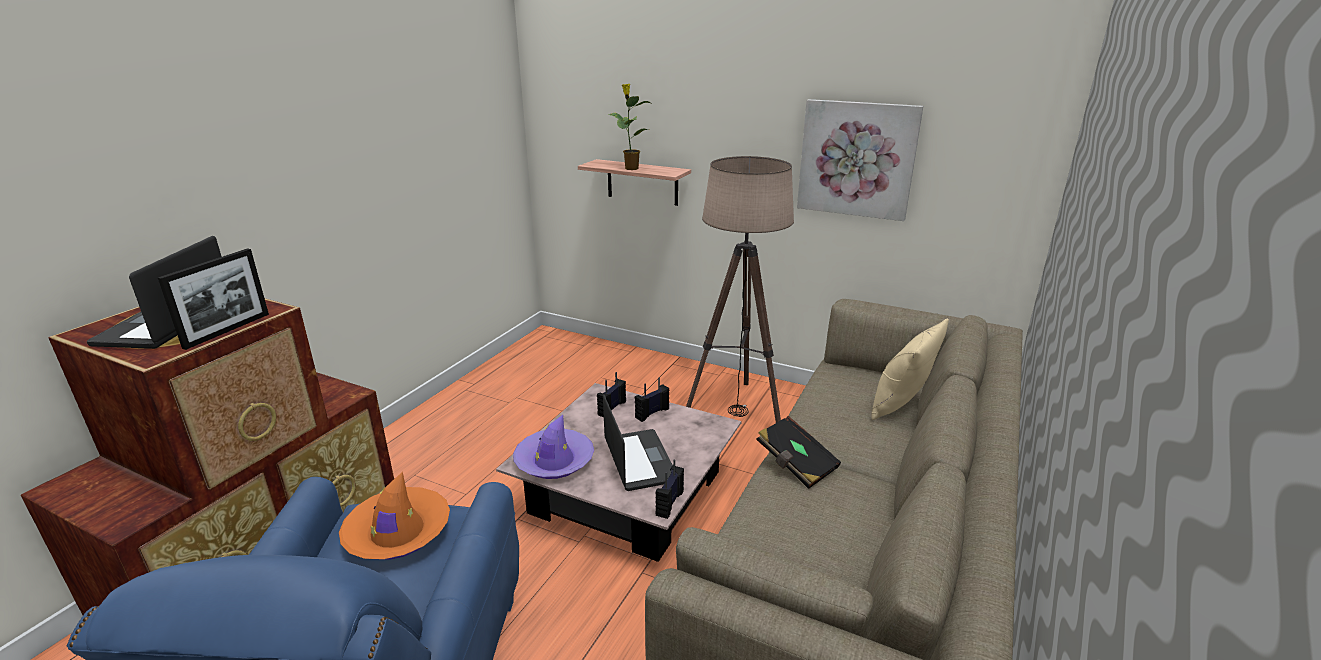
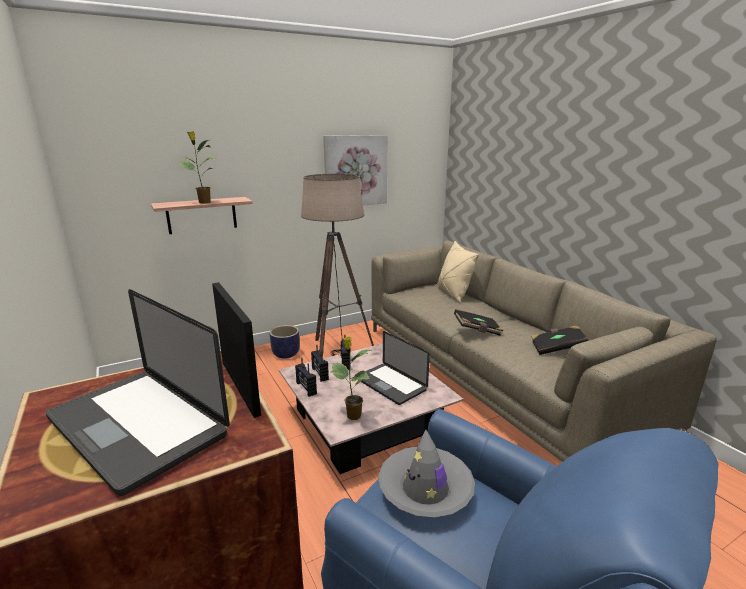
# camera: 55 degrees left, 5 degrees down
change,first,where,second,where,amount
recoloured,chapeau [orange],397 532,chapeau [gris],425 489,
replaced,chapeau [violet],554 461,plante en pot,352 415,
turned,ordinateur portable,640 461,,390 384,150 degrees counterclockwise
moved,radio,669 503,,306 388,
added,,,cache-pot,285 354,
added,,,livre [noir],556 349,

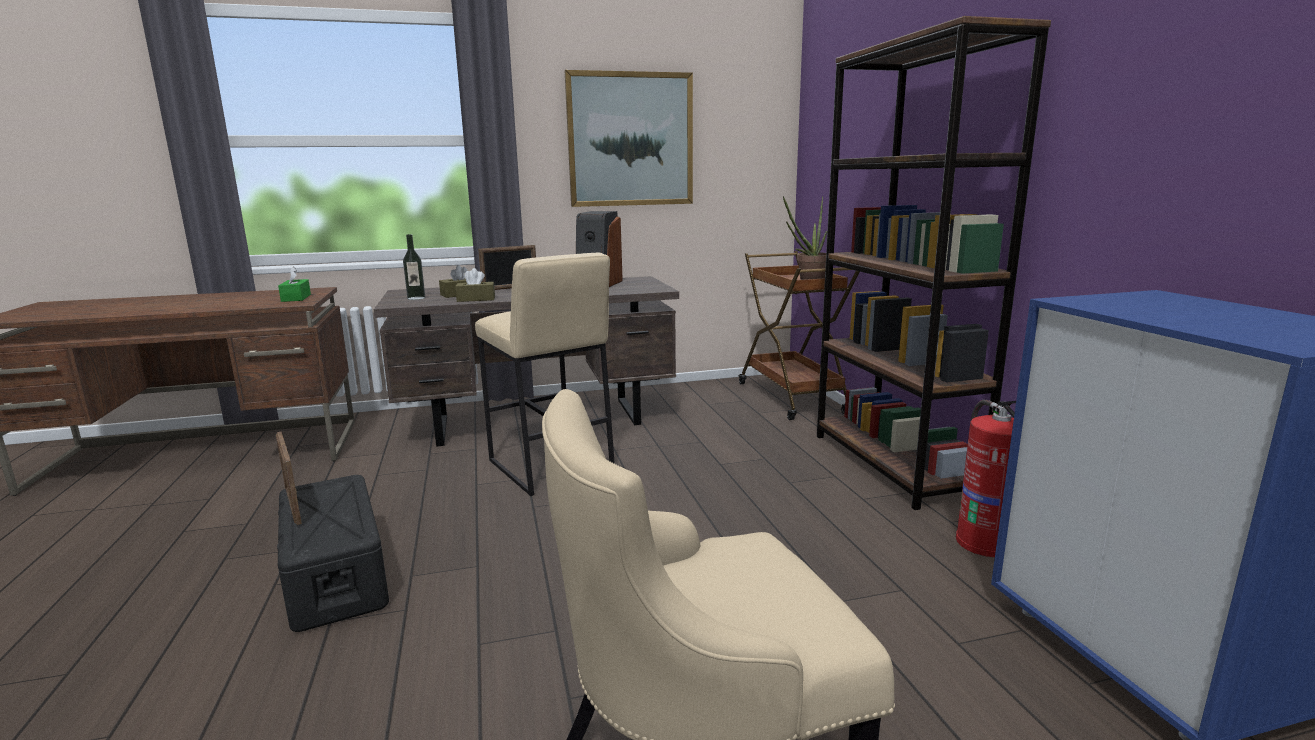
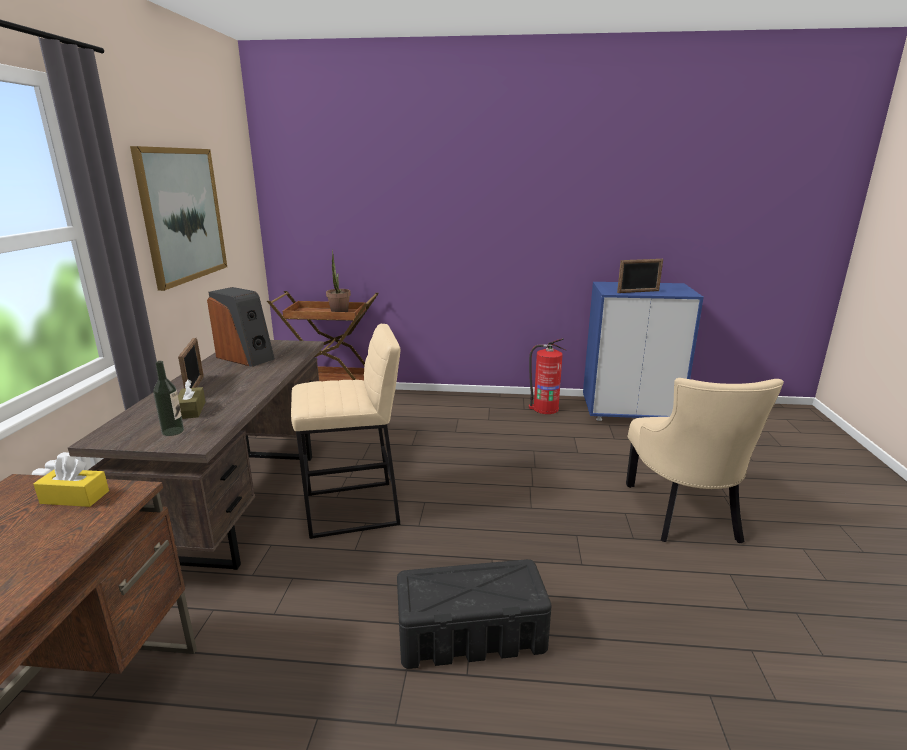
# camera: 70 degrees left, 5 degrees up
change,first,where,second,where,amount
moved,cadre photo,293 506,,638 292,
recoloured,boîte à mouchoirs [vert],296 298,boîte à mouchoirs [jaune],75 497,
removed,boîte à mouchoirs [marron],476 299,,,
removed,bibliothèque [marron],893 464,,,

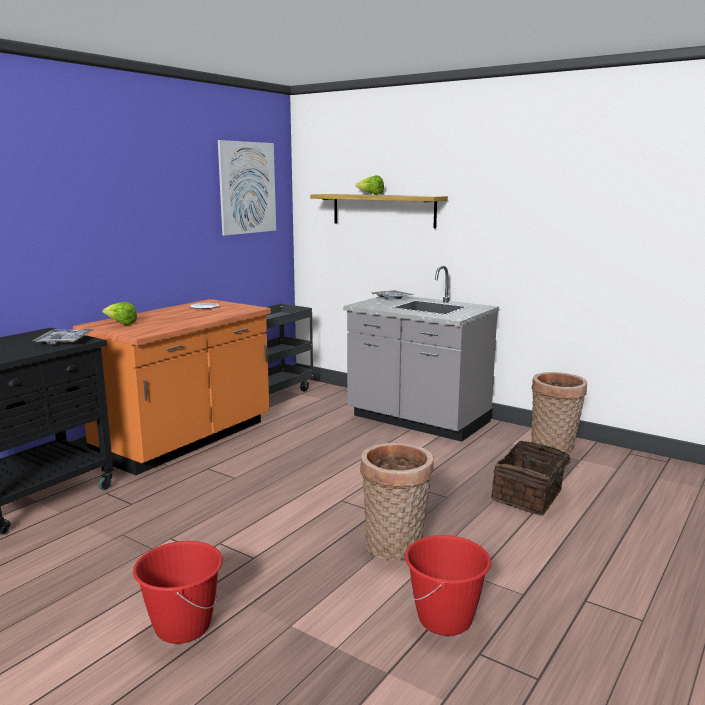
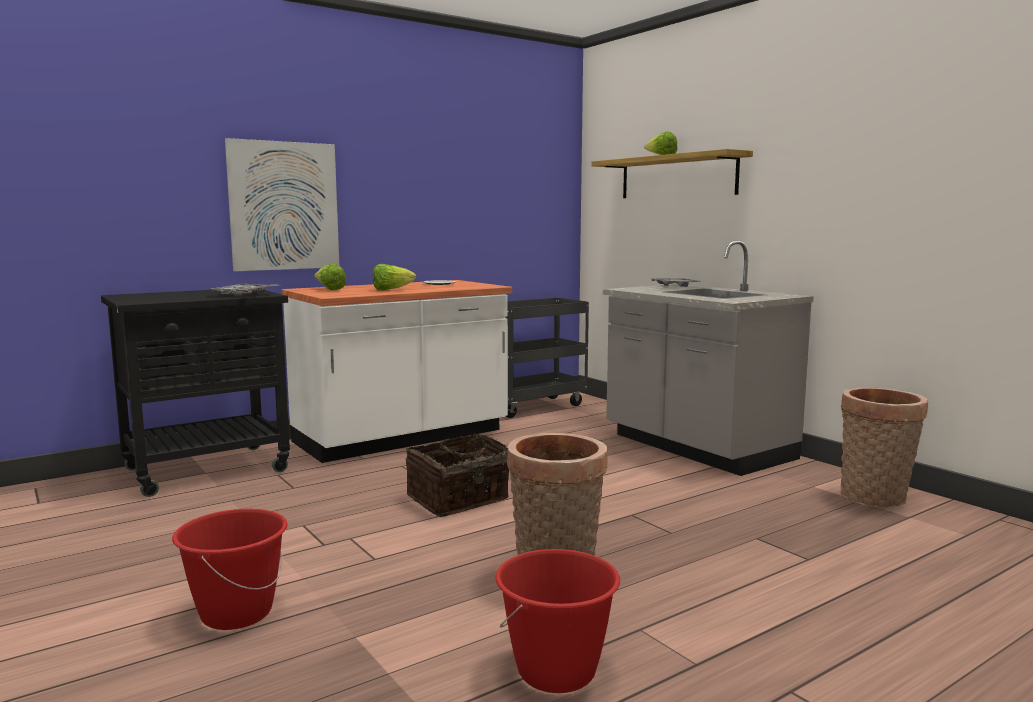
# camera: 20 degrees right, 5 degrees down
change,first,where,second,where,amount
recoloured,comptoir de cuisine [orange],186 440,comptoir de cuisine [blanc],402 437,
moved,tableau,247 188,,284 206,
moved,panier,529 496,,460 499,
added,,,laitue,391 290,

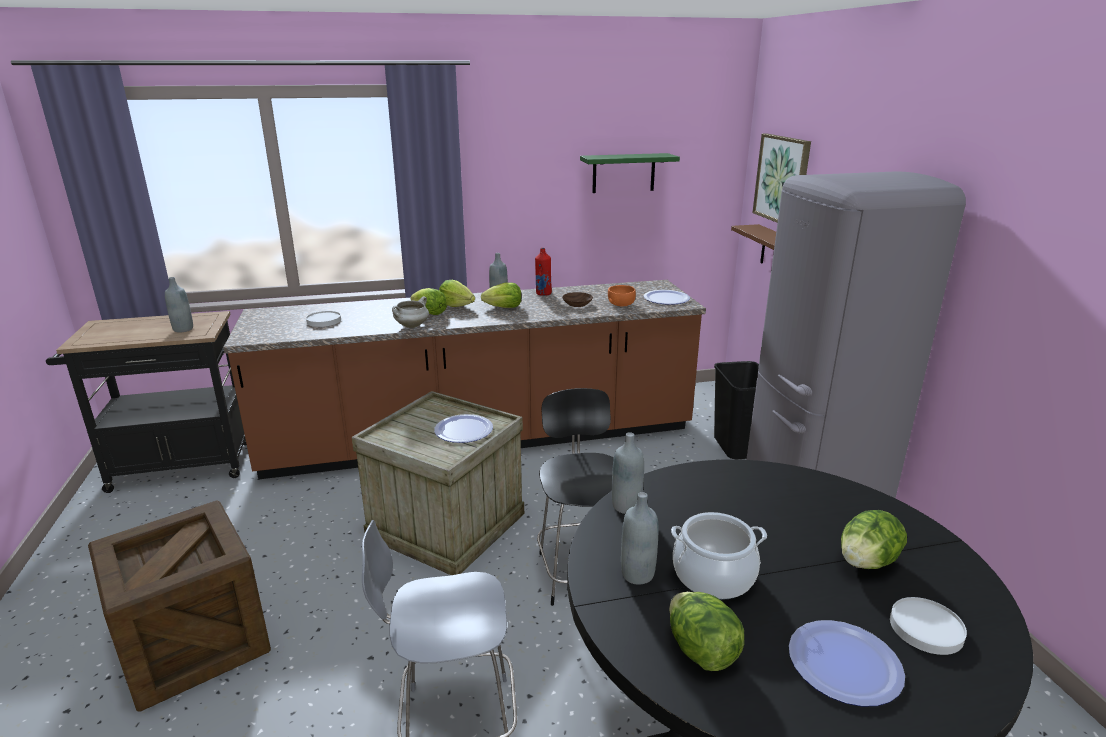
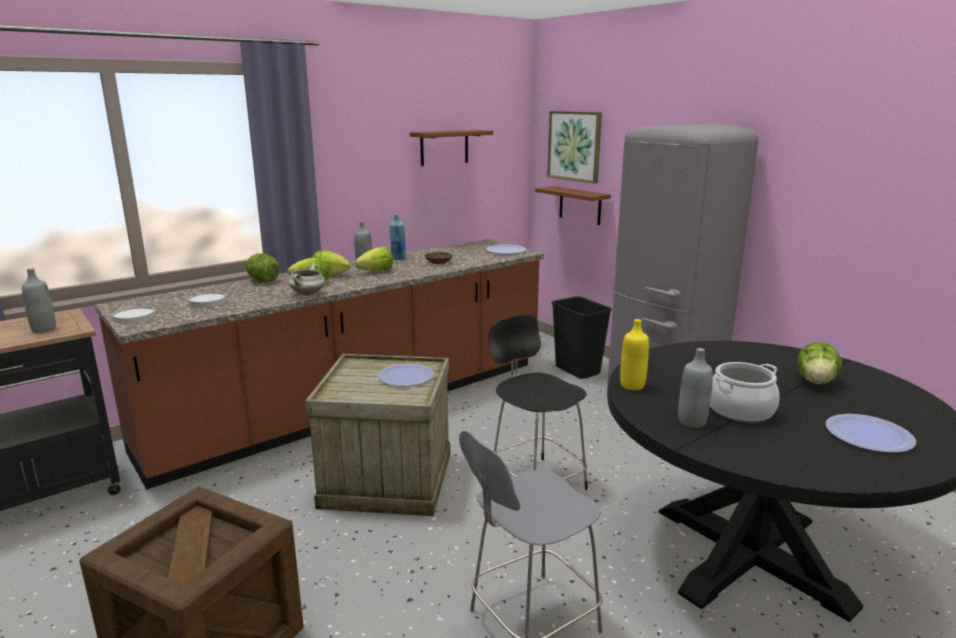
# camera: 25 degrees left, 5 degrees down
change,first,where,second,where,amount
recoloured,bouteille [rouge],543 293,bouteille [bleu],398 258,
recoloured,étagère [vert],623 173,étagère [marron],444 147,
removed,bol [orange],621 304,,,
recoloured,bouteille [gris],626 506,bouteille [jaune],632 385,
moved,laitue,701 651,,263 281,
moved,assiette [blanc],925 628,,134 317,

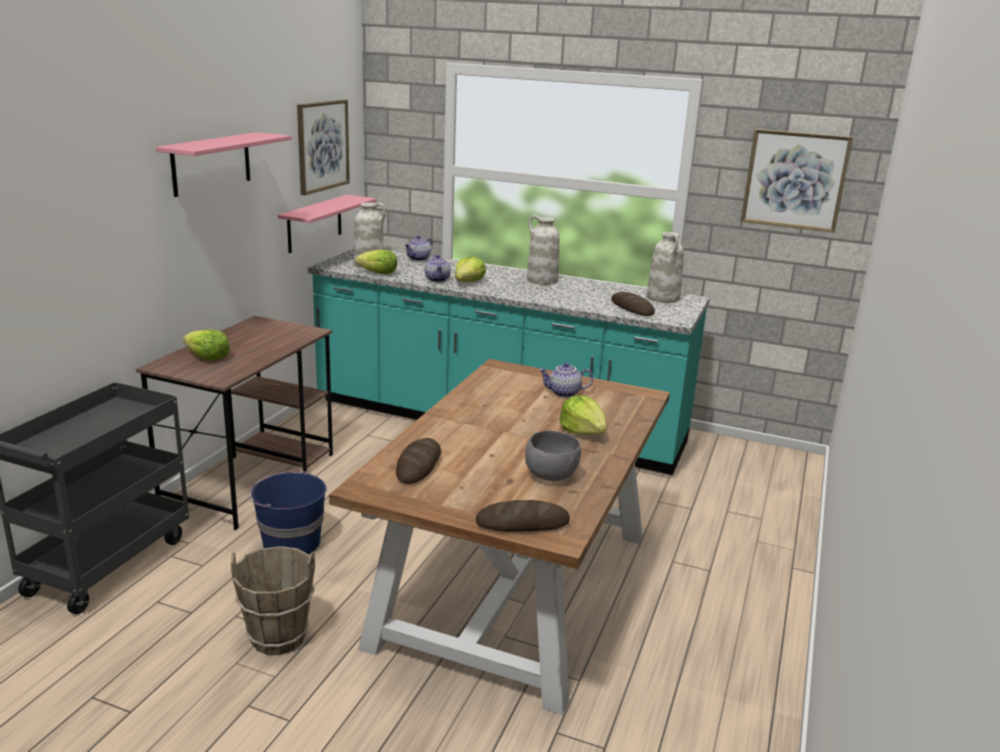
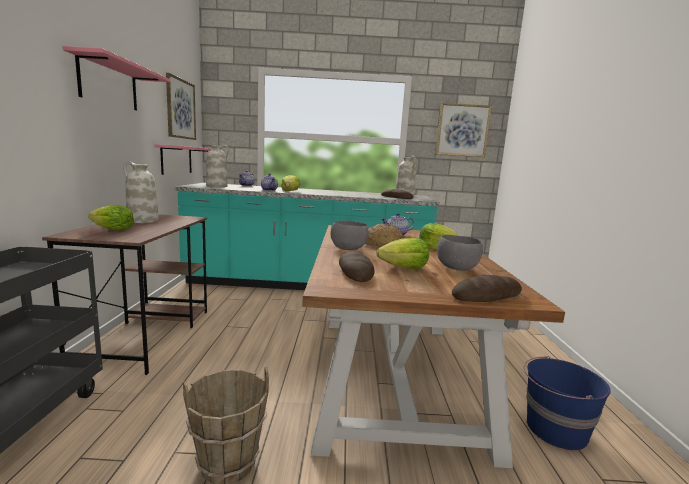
# camera: 20 degrees left, 10 degrees down
change,first,where,second,where,amount
moved,seau [bleu],290 543,,555 430,
moved,laitue,378 273,,404 268,
moved,vase [blanc],541 280,,142 221,
added,,,bol [gris],348 249,
added,,,pain,382 244,

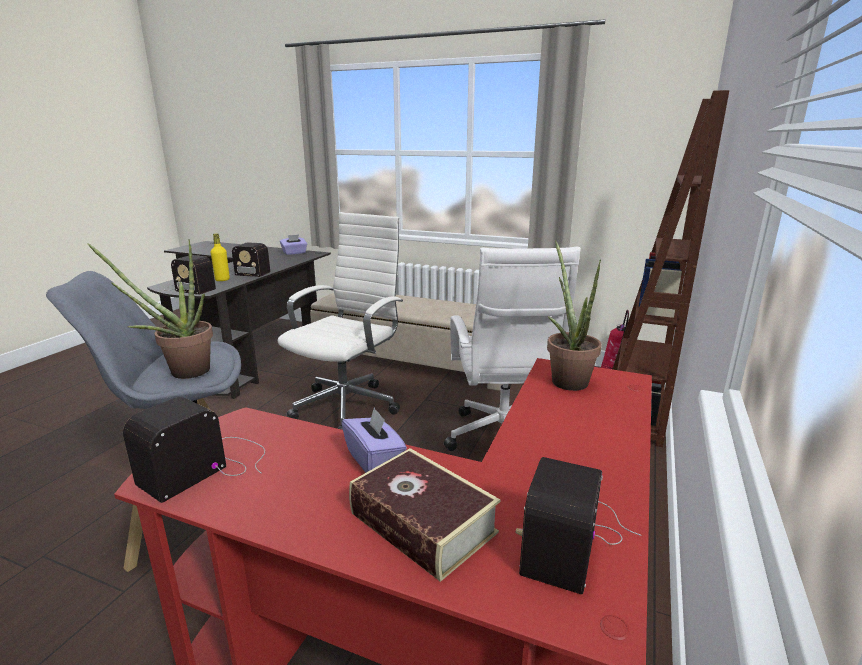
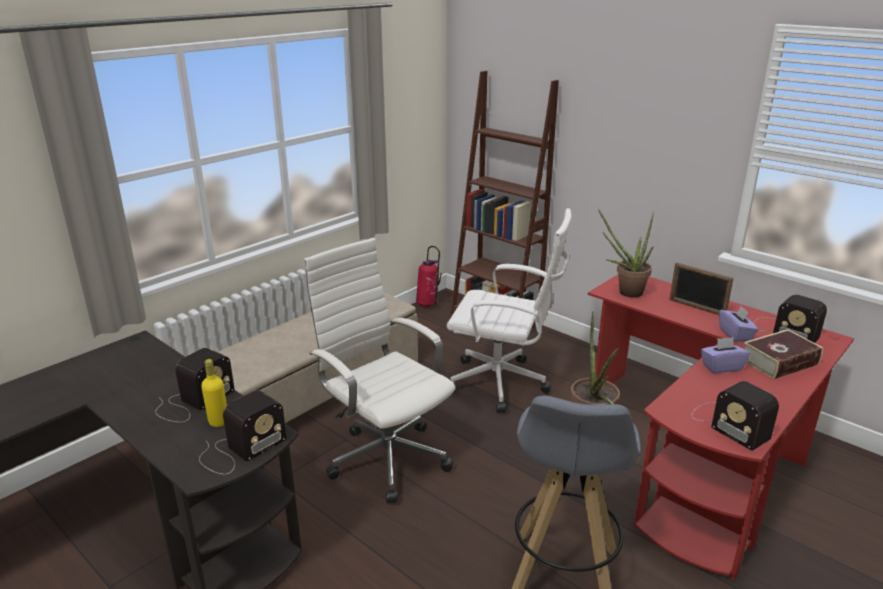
# camera: 70 degrees left, 5 degrees up
change,first,where,second,where,amount
moved,boîte à mouchoirs [violet],294 253,,735 334,
added,,,cadre photo,696 308,

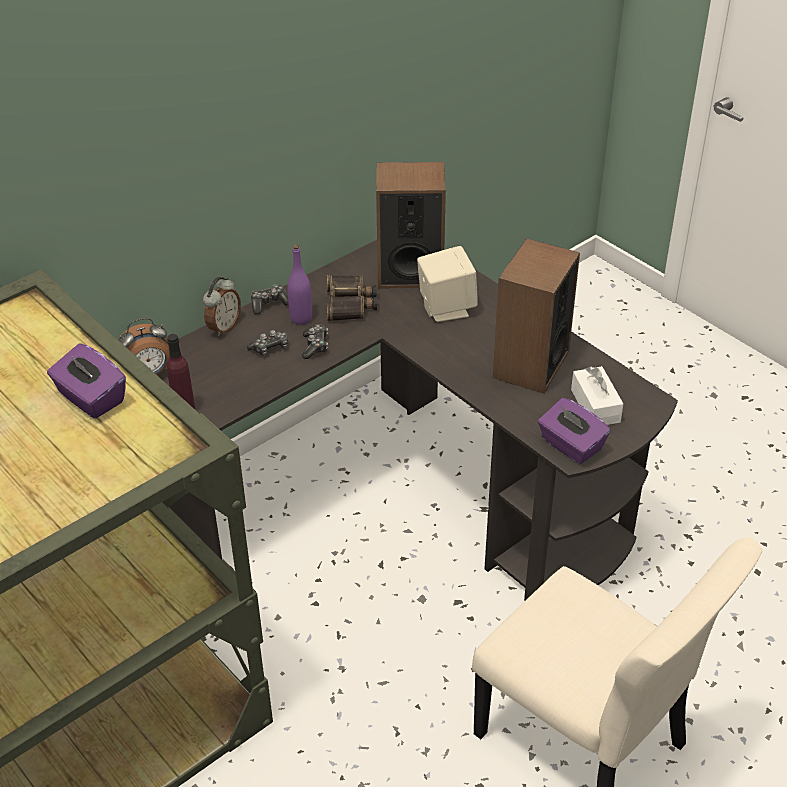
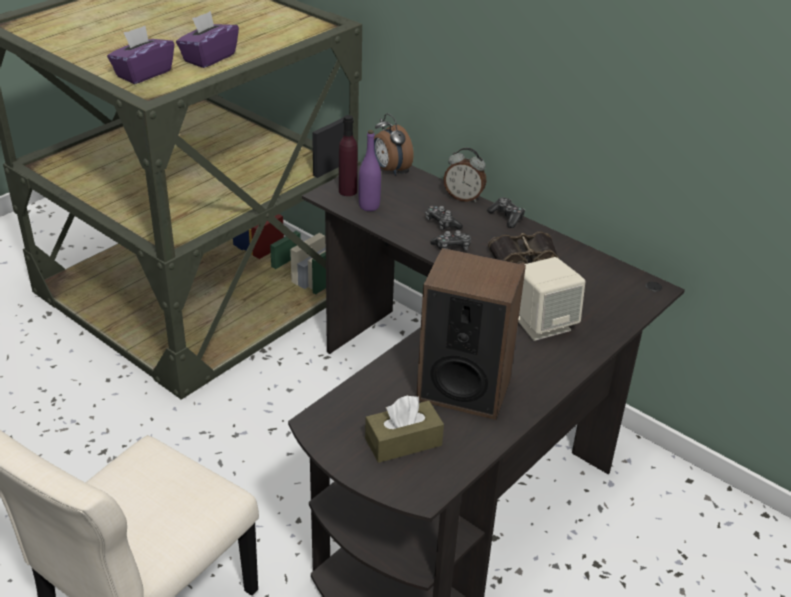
# camera: 80 degrees right, 5 degrees down
change,first,where,second,where,amount
moved,bouteille [violet],301 318,,369 206,
removed,enceinte,410 272,,,
moved,boîte à mouchoirs [violet],570 446,,143 73,
recoloured,boîte à mouchoirs [blanc],595 406,boîte à mouchoirs [marron],403 442,

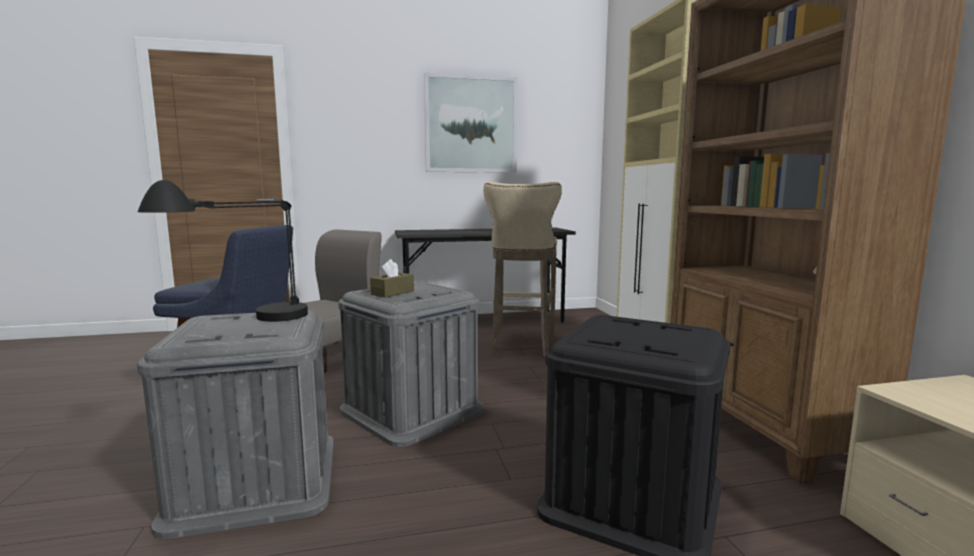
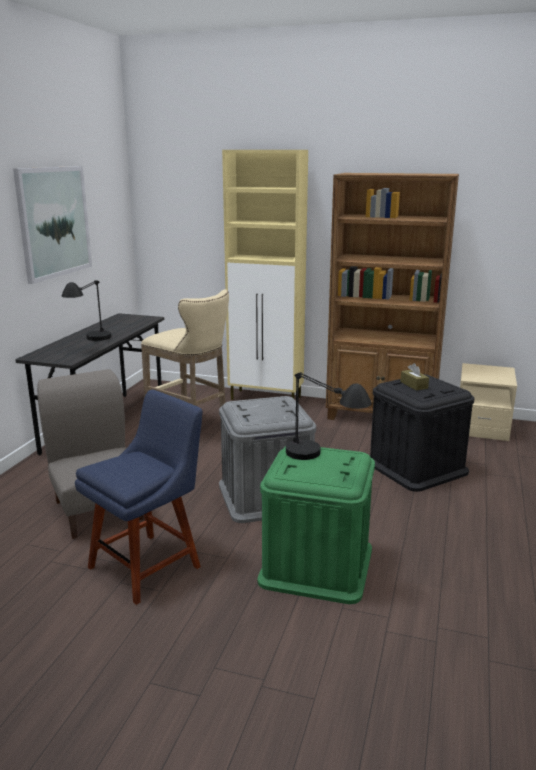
# camera: 60 degrees left, 10 degrees up
change,first,where,second,where,amount
recoloured,boîte de rangement [gris],256 480,boîte de rangement [vert],316 565,
moved,boîte à mouchoirs [marron],392 293,,414 385,
added,,,lampe de table [noir],90 343,

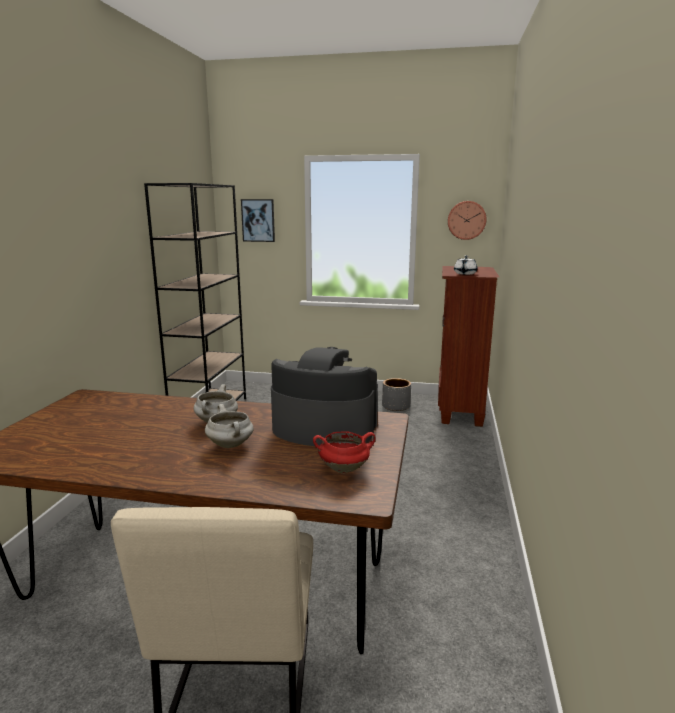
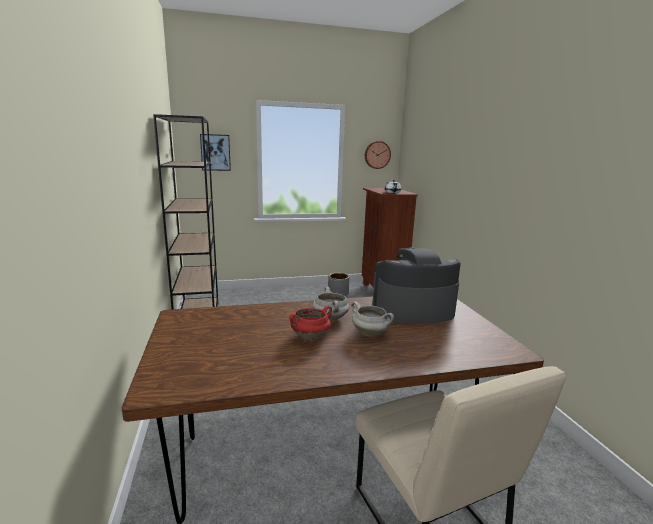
# camera: 25 degrees left, 0 degrees up
change,first,where,second,where,amount
moved,marmite [rouge],344 468,,310 336,

